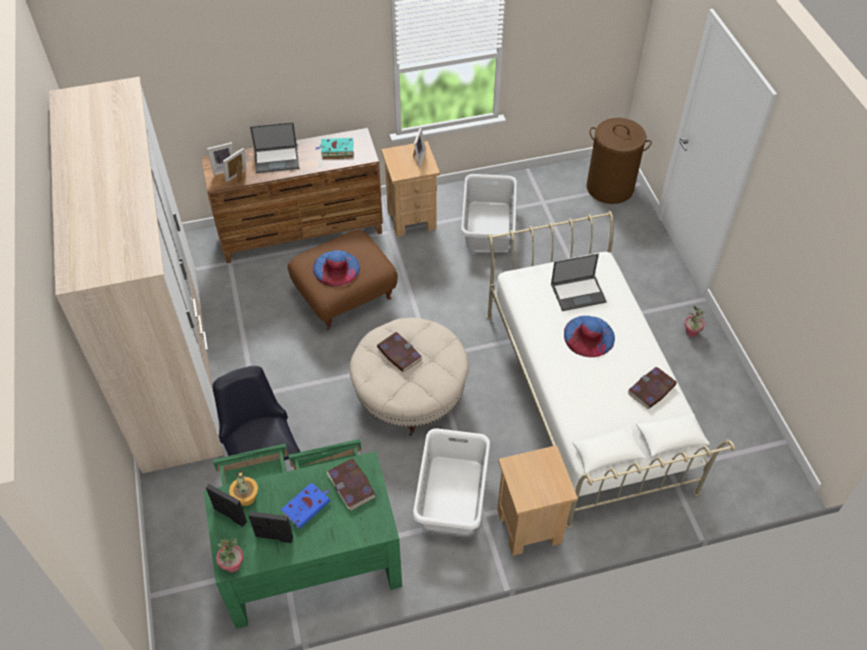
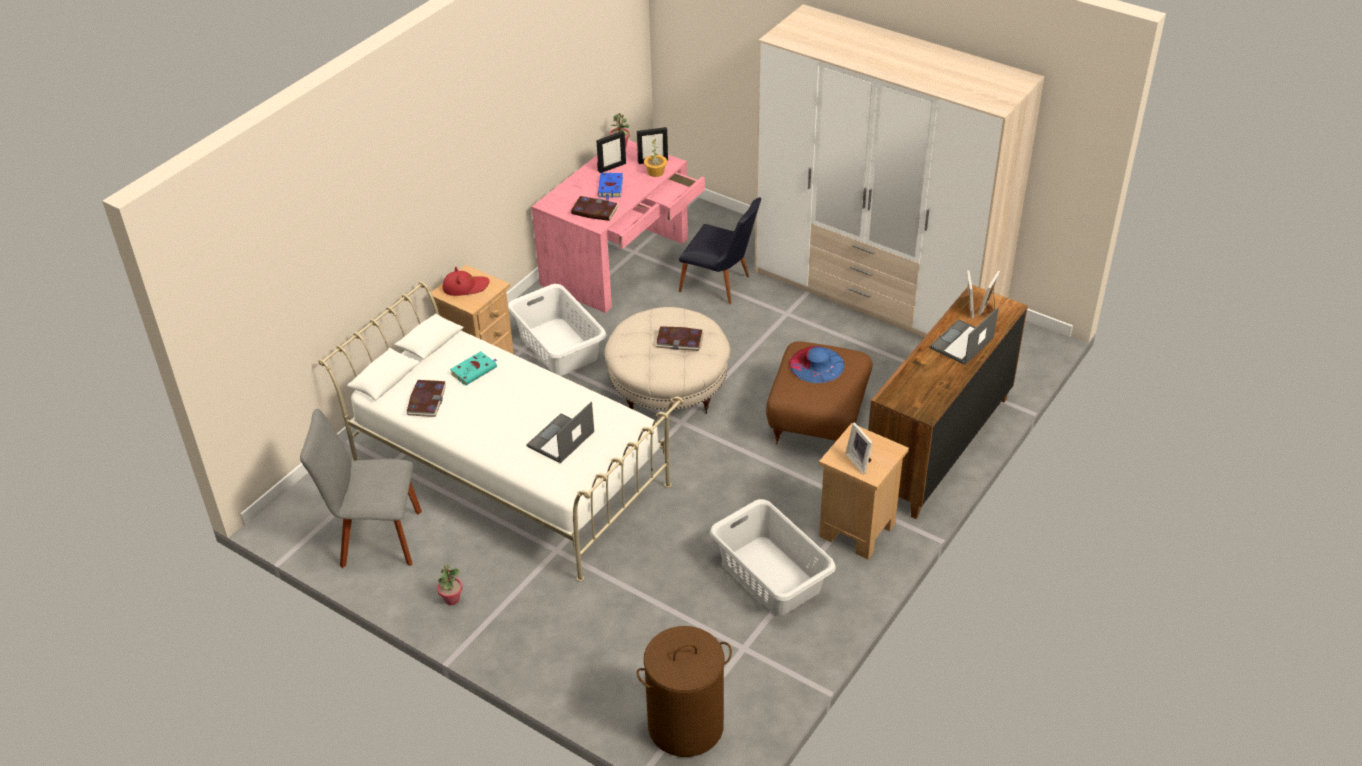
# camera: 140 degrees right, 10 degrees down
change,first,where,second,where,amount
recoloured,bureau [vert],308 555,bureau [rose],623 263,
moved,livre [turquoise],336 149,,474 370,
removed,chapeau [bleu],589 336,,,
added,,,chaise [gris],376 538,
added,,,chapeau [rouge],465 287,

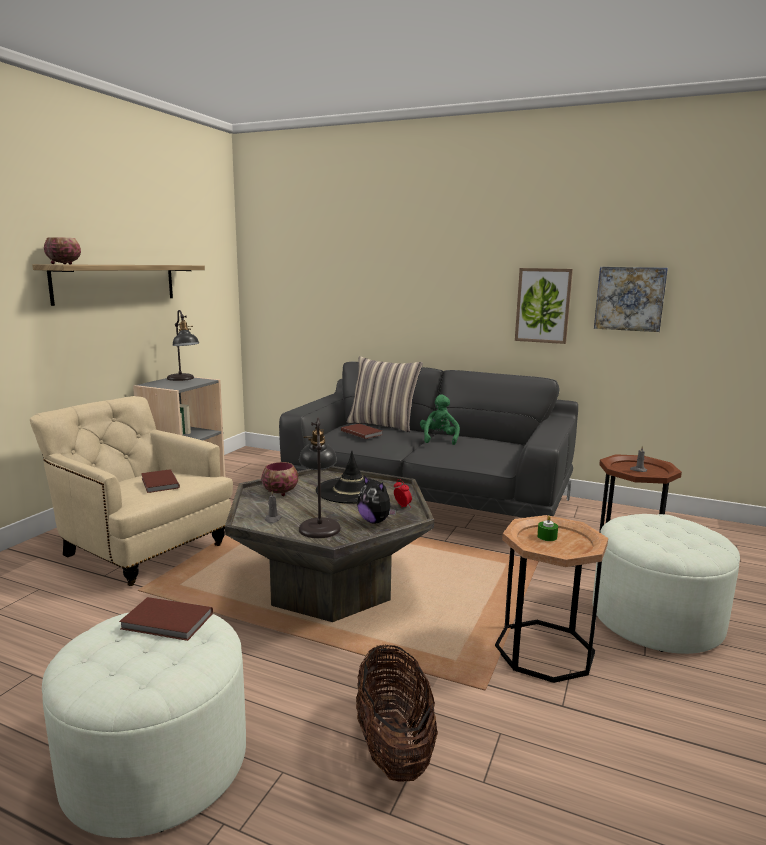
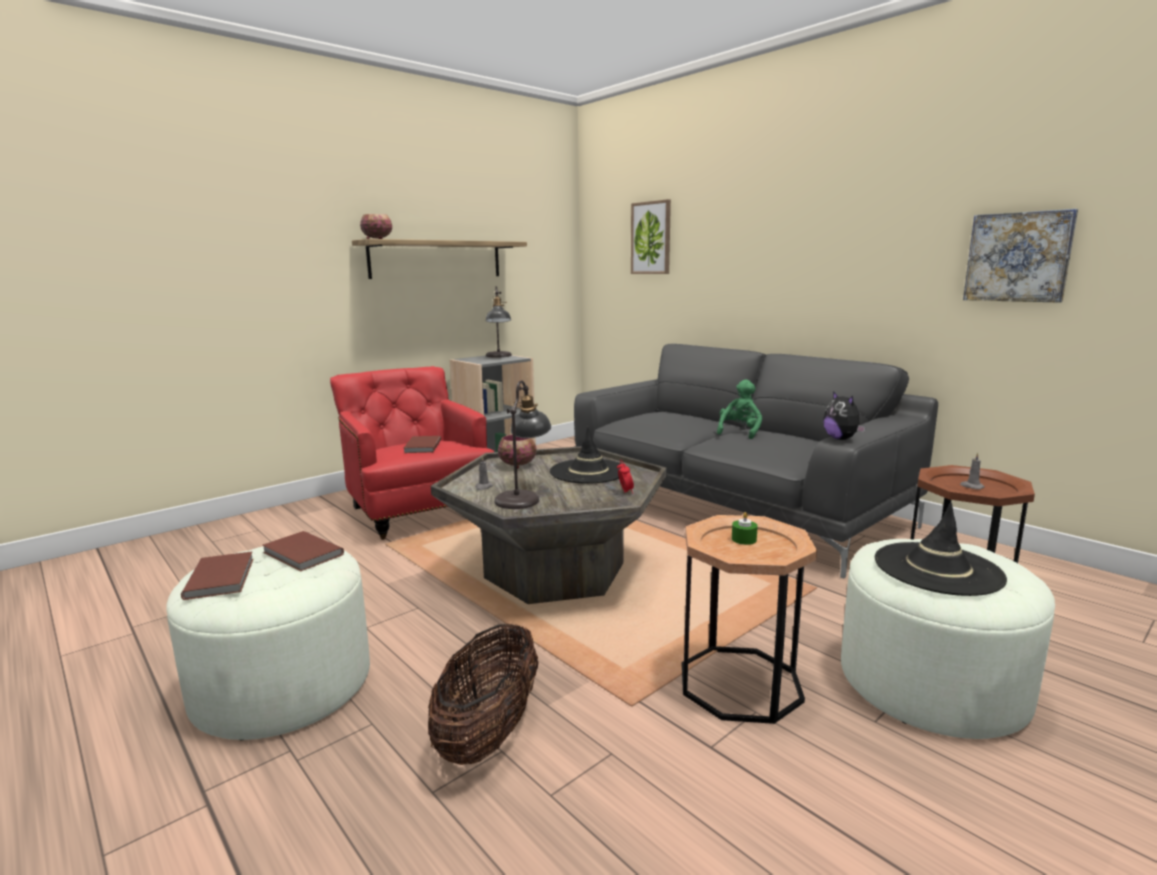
# camera: 25 degrees right, 0 degrees up
change,first,where,second,where,amount
recoloured,fauteuil [beige],140 548,fauteuil [rouge],416 510,
moved,livre [marron],362 432,,222 577,
removed,coussin,383 425,,,
moved,peluche,375 521,,841 439,
moved,tableau,543 305,,651 238,
added,,,chapeau [noir],937 569,

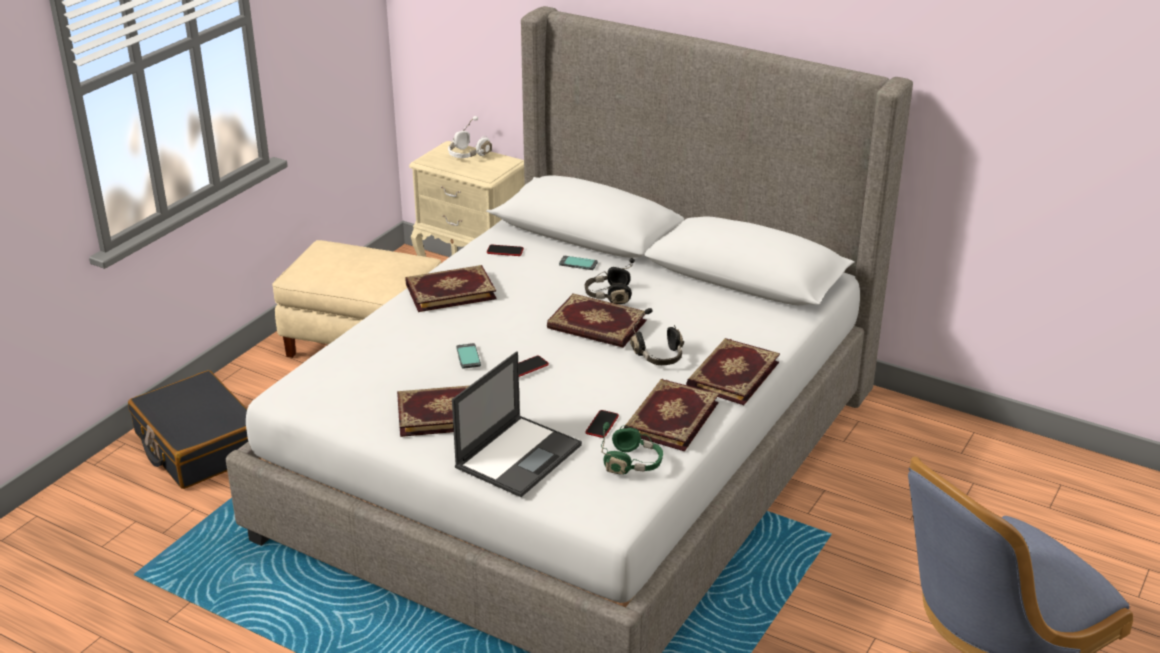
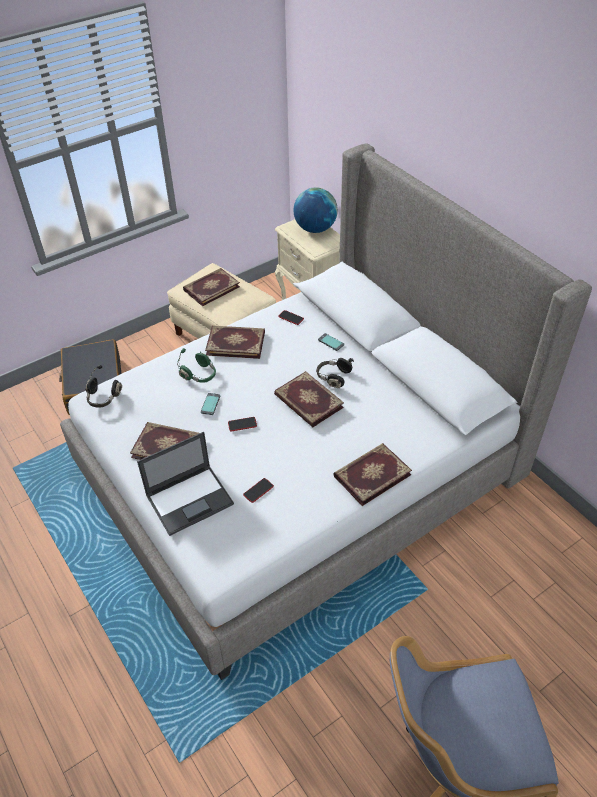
# camera: 25 degrees right, 15 degrees up
change,first,where,second,where,amount
replaced,casque audio [blanc],467 155,globe,315 229,
moved,casque audio [vert],633 464,,200 375,
moved,livre,670 418,,211 288,
moved,casque audio [noir],659 357,,103 398,

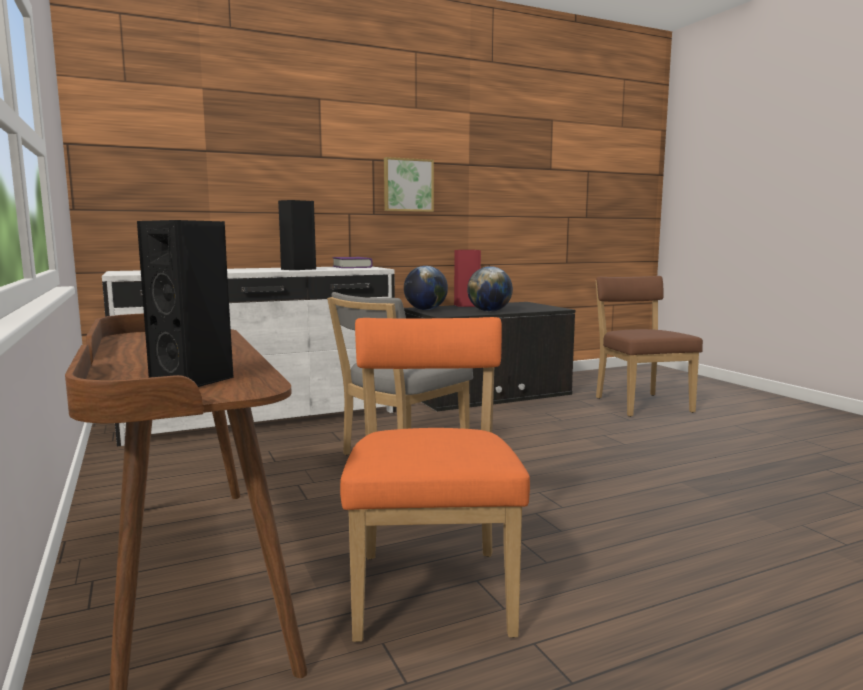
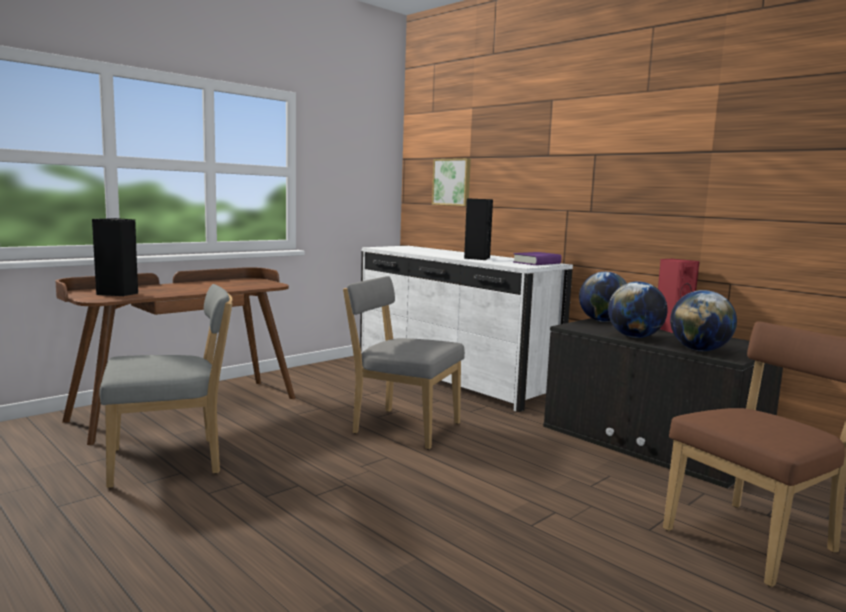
# camera: 70 degrees right, 0 degrees up
change,first,where,second,where,amount
recoloured,chaise [orange],432 587,chaise [gris],172 461,
moved,tableau,408 185,,452 182,
added,,,globe,699 350,

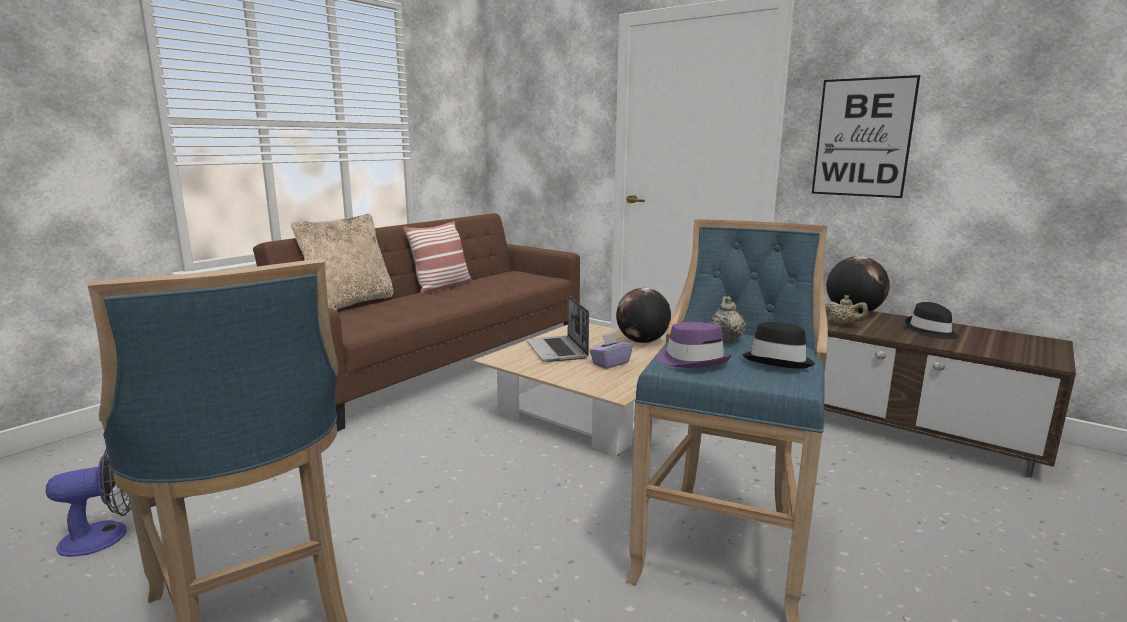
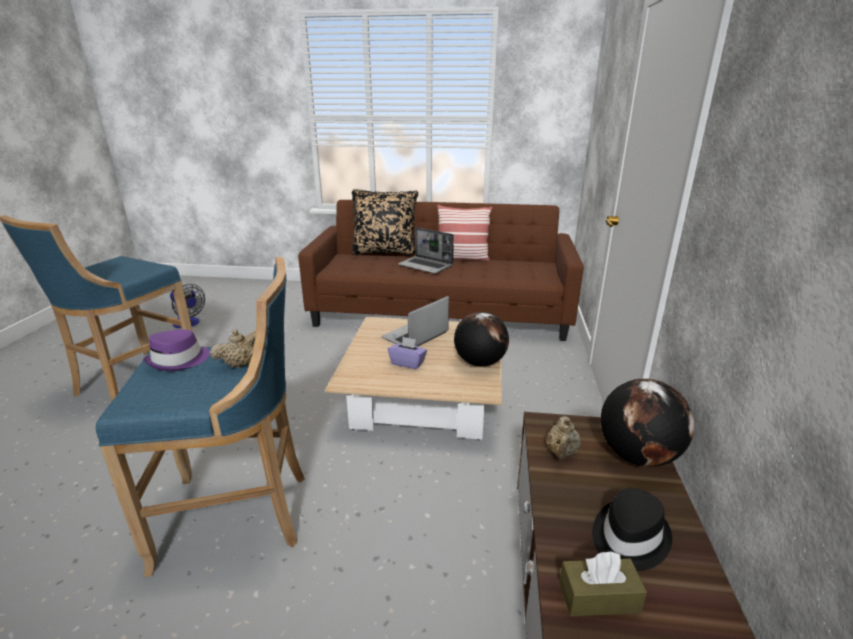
# camera: 60 degrees right, 10 degrees up
change,first,where,second,where,amount
recoloured,coussin [beige],351 305,coussin [noir],385 253,
removed,chapeau [noir],778 361,,,
removed,tableau,862 138,,,
added,,,ordinateur portable,426 266,
added,,,boîte à mouchoirs [marron],598 597,

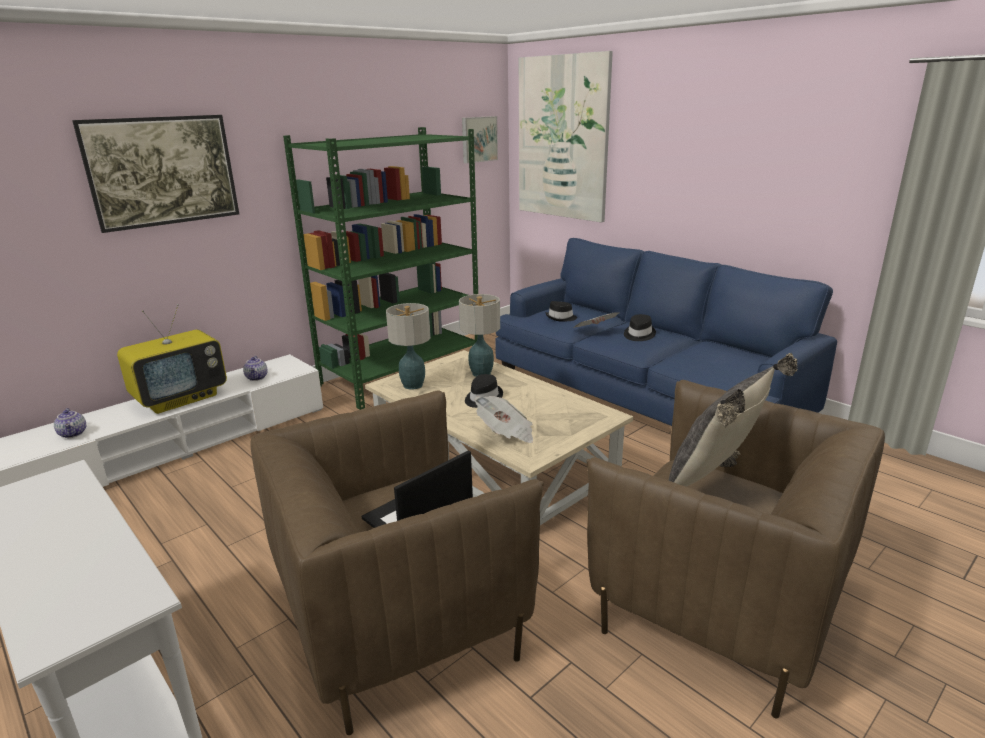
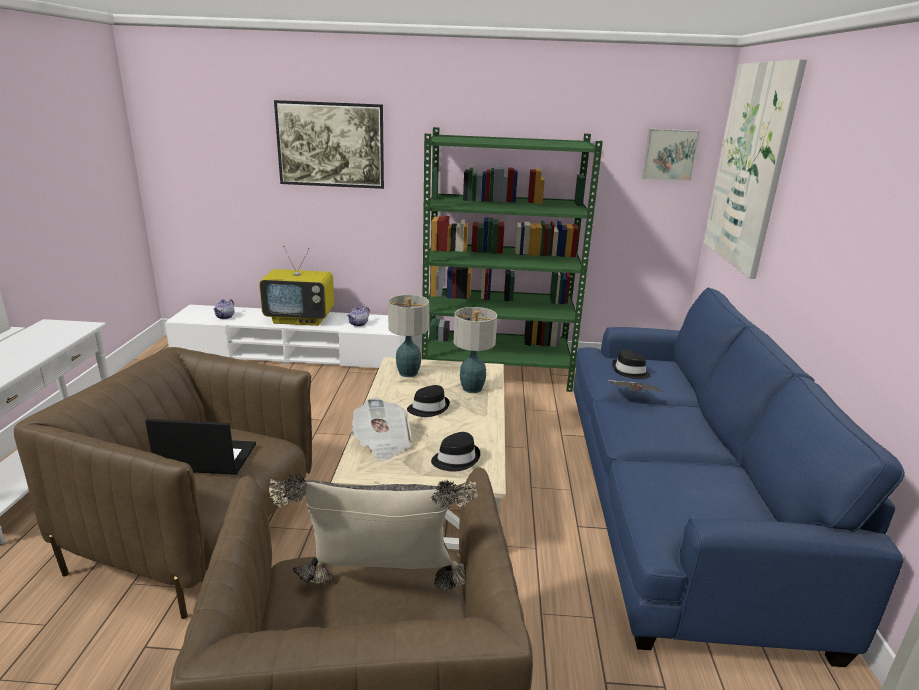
# camera: 45 degrees right, 0 degrees up
change,first,where,second,where,amount
moved,chapeau [noir],638 335,,455 459,

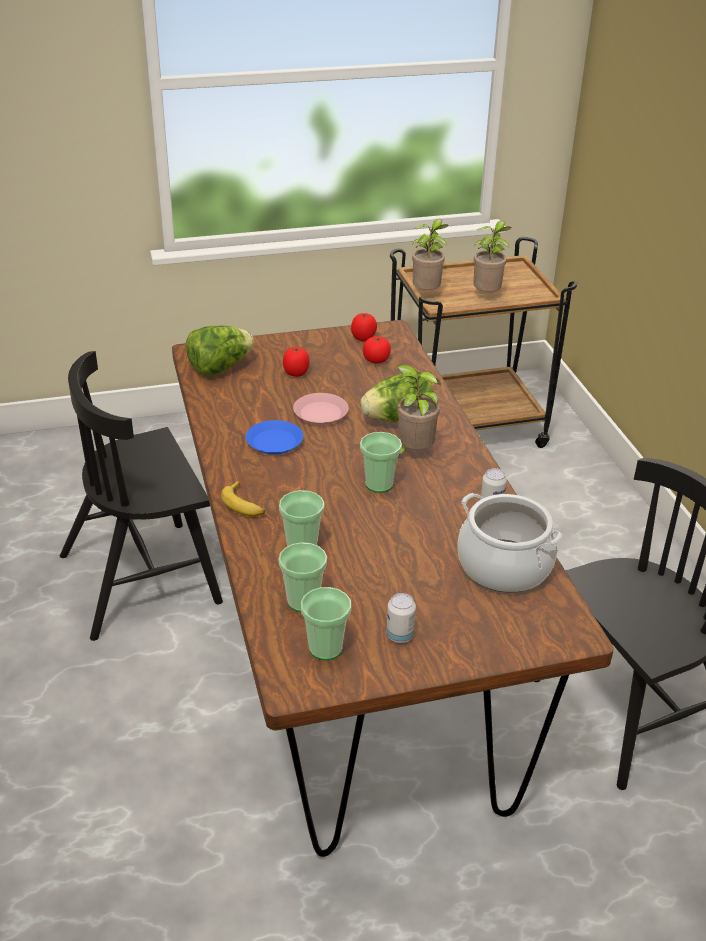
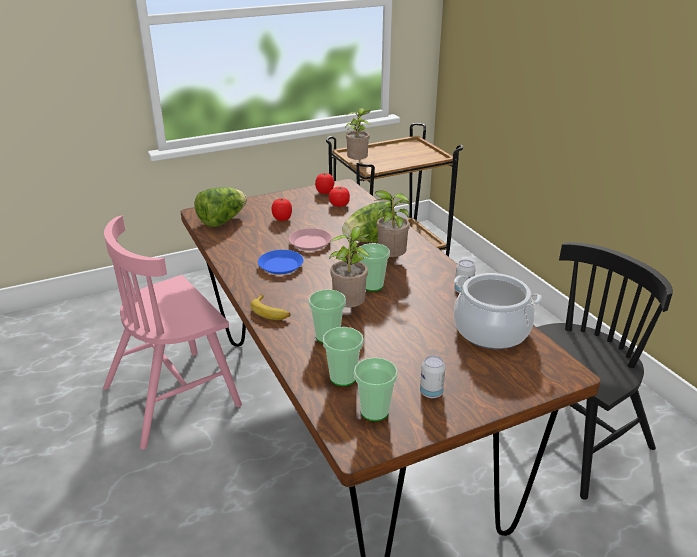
# camera: 10 degrees left, 5 degrees down
change,first,where,second,where,amount
recoloured,chaise [noir],149 575,chaise [rose],179 393,
moved,plante en pot,487 295,,350 309,

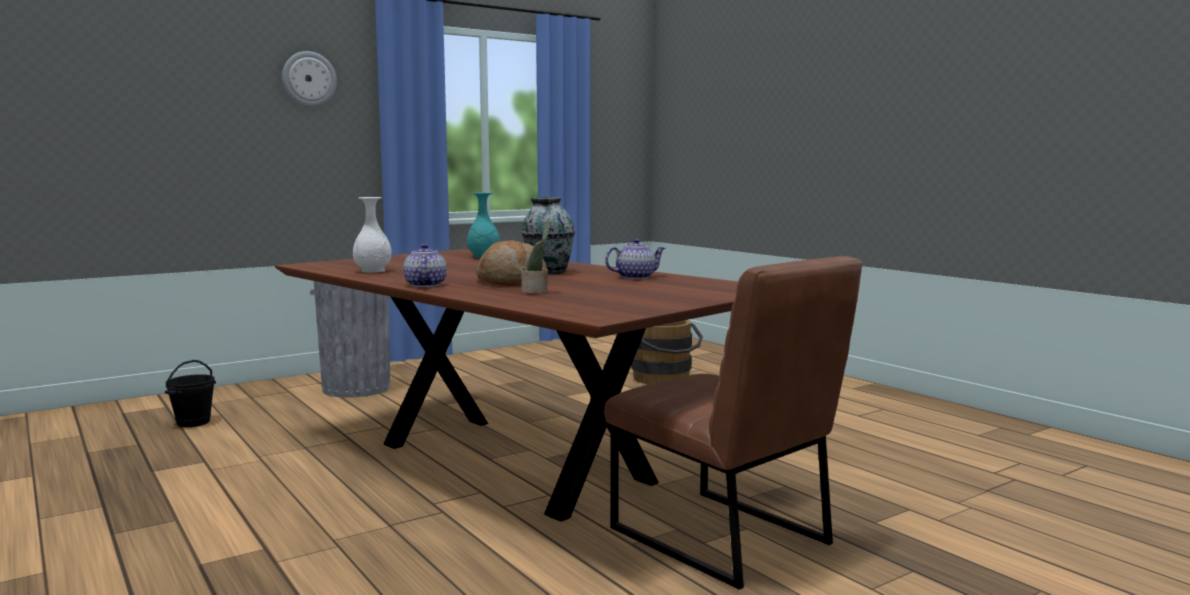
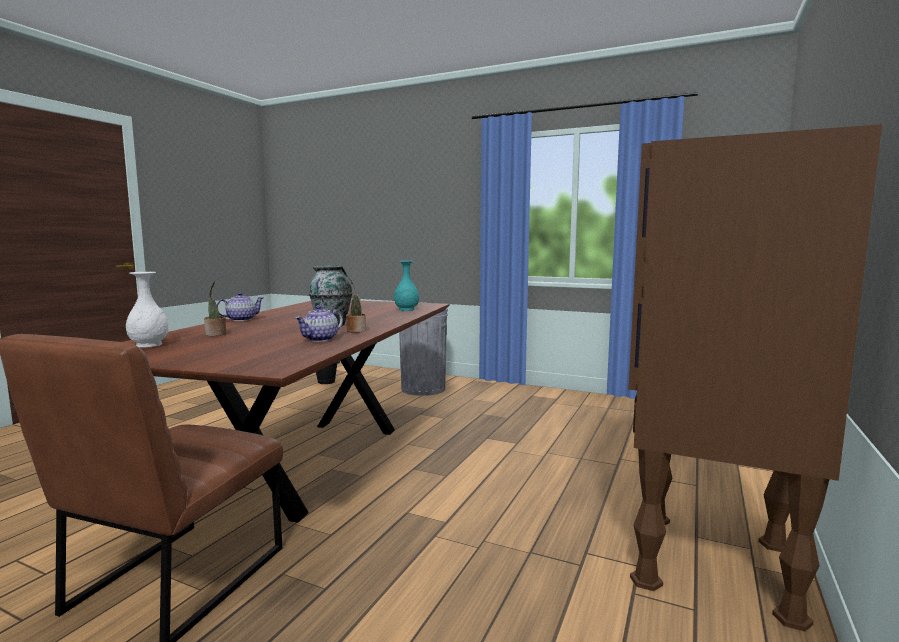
# camera: 60 degrees right, 0 degrees up
change,first,where,second,where,amount
removed,horloge murale,309 79,,,
moved,vase [blanc],373 271,,149 345,
removed,pain,511 281,,,
turned,théière,635 277,,320 339,90 degrees clockwise
removed,seau [marron],664 379,,,
added,,,plante en pot,355 331,
added,,,meuble de rangement [marron],710 562,

